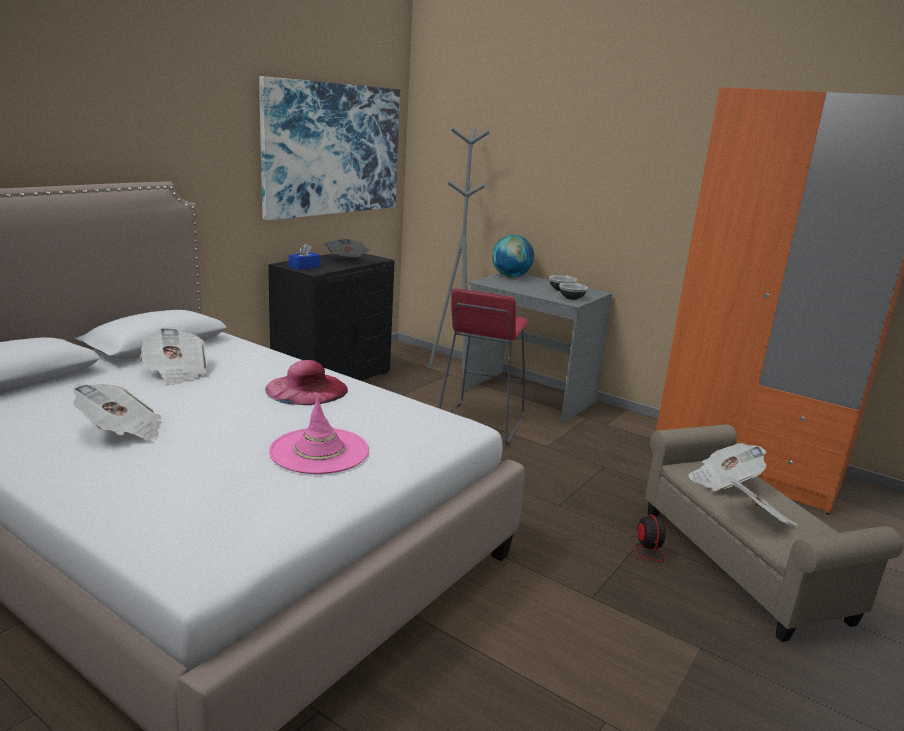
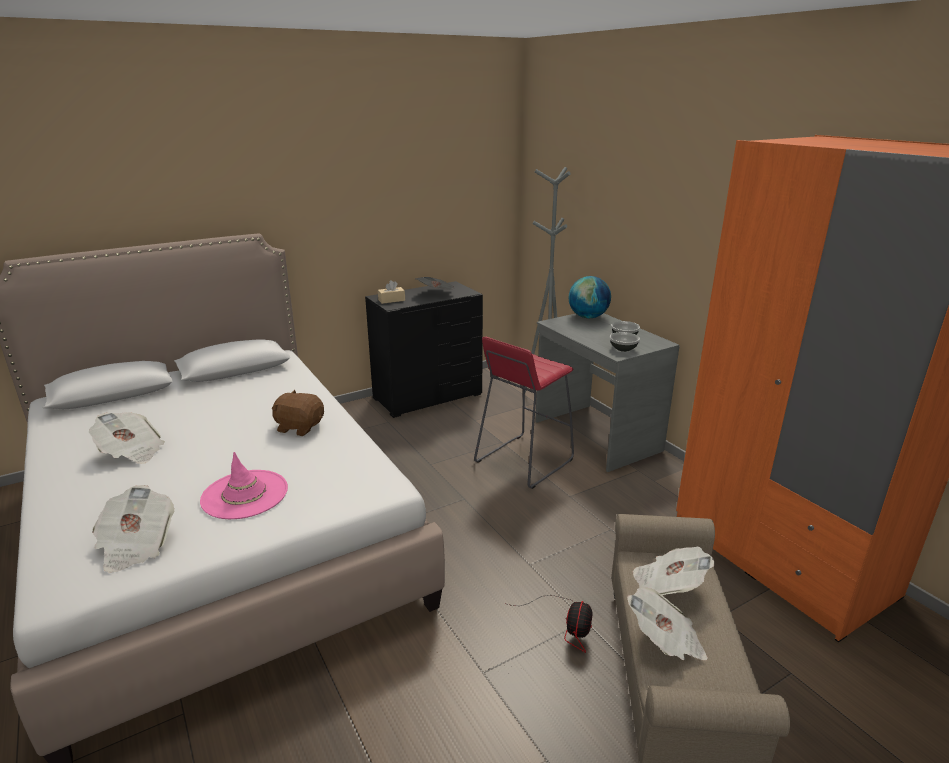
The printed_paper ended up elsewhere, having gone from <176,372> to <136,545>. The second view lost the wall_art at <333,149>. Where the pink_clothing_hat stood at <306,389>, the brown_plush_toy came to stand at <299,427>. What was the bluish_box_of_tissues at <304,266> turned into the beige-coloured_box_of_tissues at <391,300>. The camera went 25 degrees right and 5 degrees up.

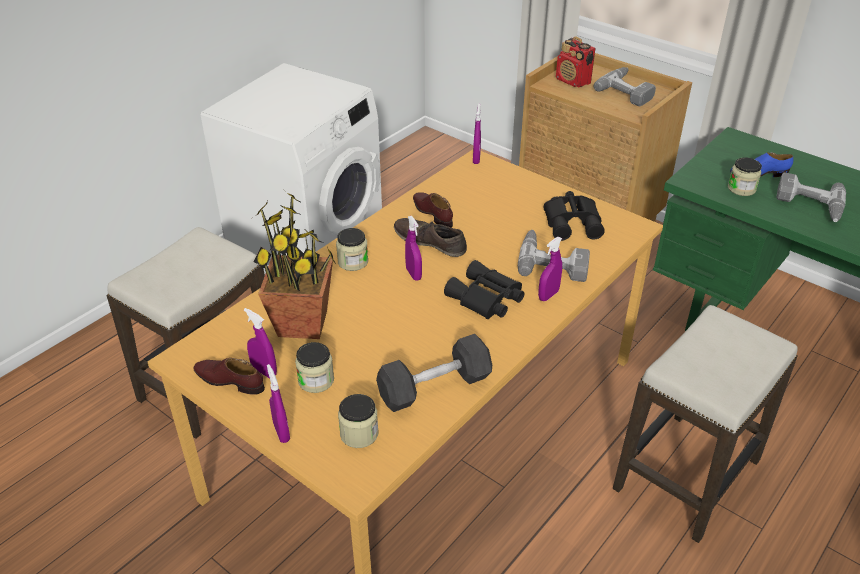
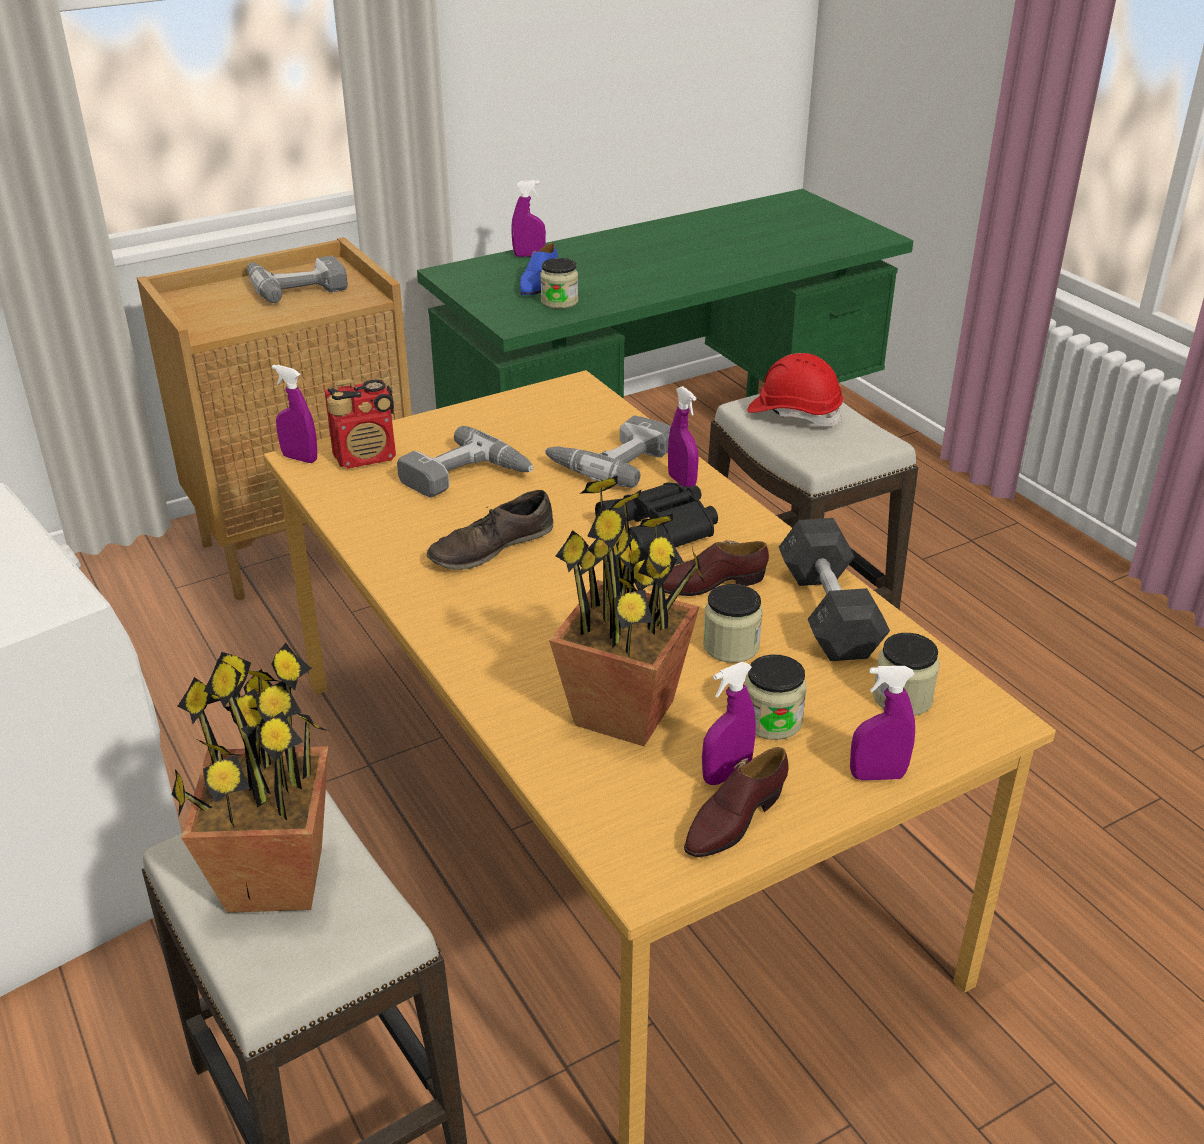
The storage_jar ended up elsewhere, having gone from <353,262> to <731,646>. The purple-coloured_hand_sprayer ended up elsewhere, having gone from <413,274> to <529,255>. The brown_item_of_footwear ended up elsewhere, having gone from <432,213> to <709,583>. The second view lost the black_pair_of_binoculars at <573,222>. The radio_receiver ended up elsewhere, having gone from <573,81> to <366,457>. The drill ended up elsewhere, having gone from <808,205> to <467,478>. The second view gained the plant_in_a_pot at <274,879>. The second view gained the red_safety_helmet at <794,413>. The camera went 70 degrees left and 5 degrees down.

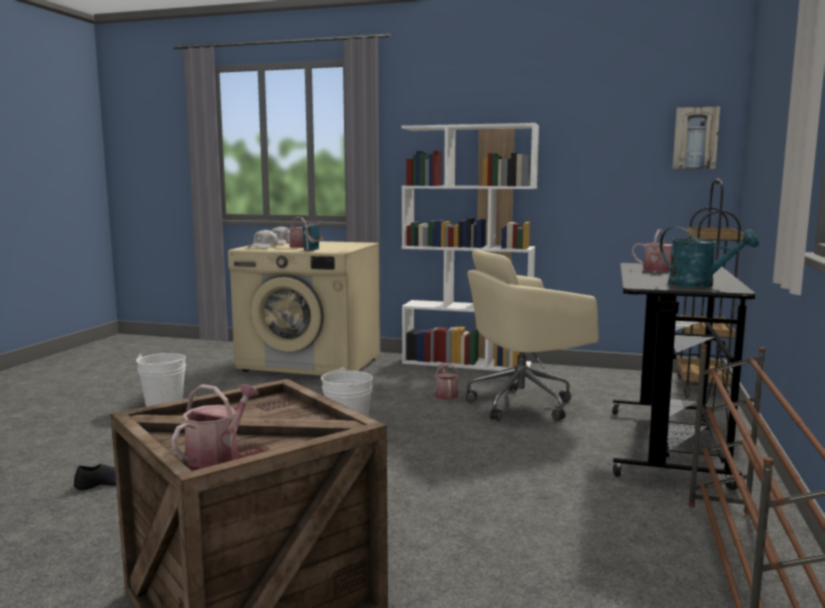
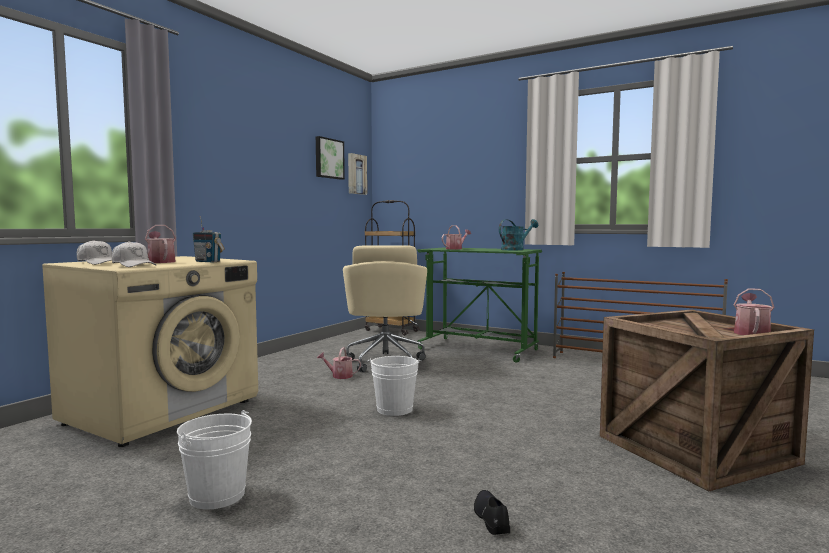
The sprinkling_can at <218,454> ended up facing another way, 75 degrees clockwise from before. The second view lost the whitish_shelving_unit at <467,363>. What was the black_desk_table at <667,446> turned into the green_desk_table at <478,349>. The second view gained the wall_art at <328,158>. The camera went 75 degrees left and 5 degrees down.

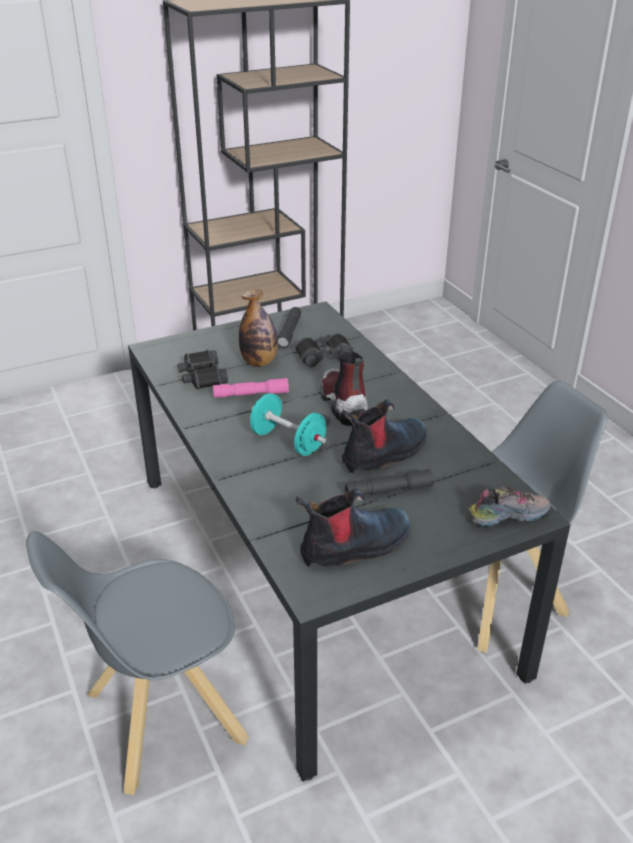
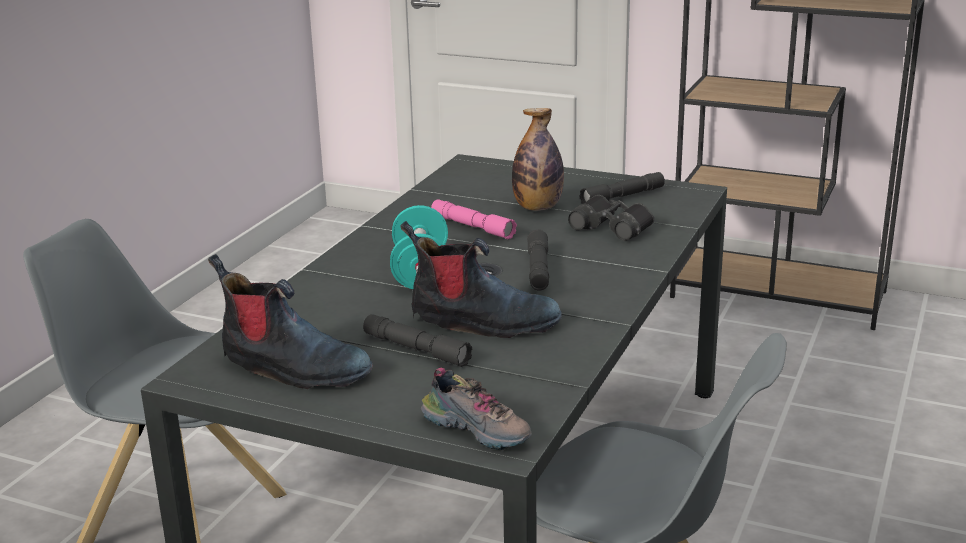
The second view lost the black_pair_of_binoculars at <202,376>. Where the high-top_boot stood at <342,403>, the grey_torch came to stand at <538,269>. The camera went 50 degrees right and 10 degrees down.

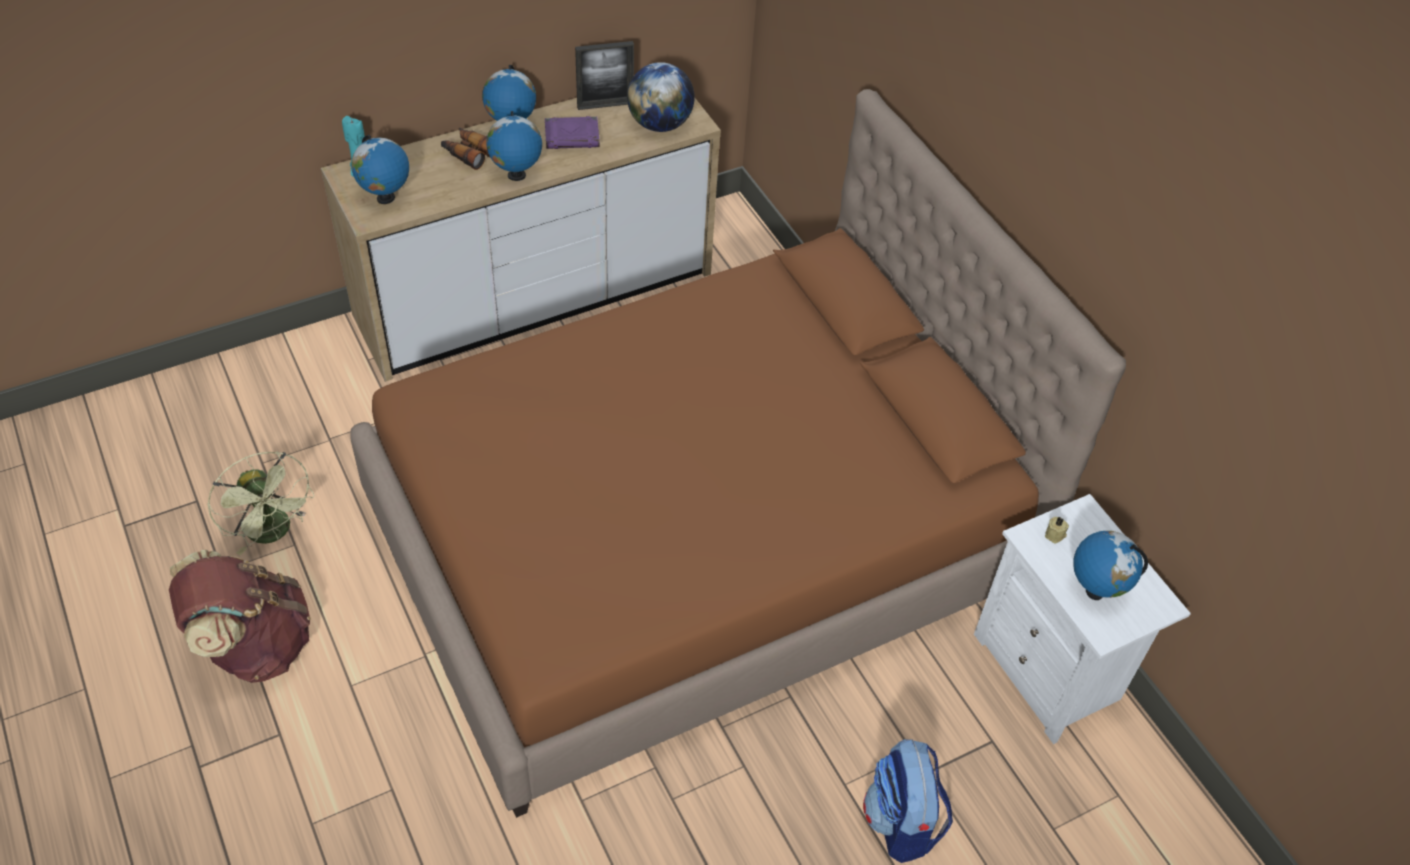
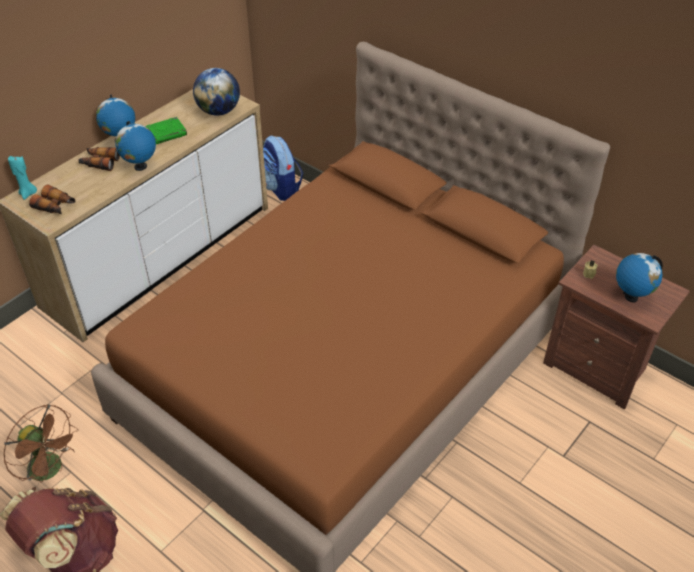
What was the green_cooling_fan at <274,533> turned into the brown_cooling_fan at <51,469>. Where the world_globe stood at <385,198>, the pair_of_binoculars came to stand at <55,206>. What was the purple-coloured_bound_book at <572,137> turned into the green_bound_book at <165,134>. The second view lost the photo_frame at <605,105>. The rucksack ended up elsewhere, having gone from <901,822> to <281,188>. What was the whitish_bedside_table at <1051,671> turned into the brown_bedside_table at <598,367>. The camera went 20 degrees left and 5 degrees down.

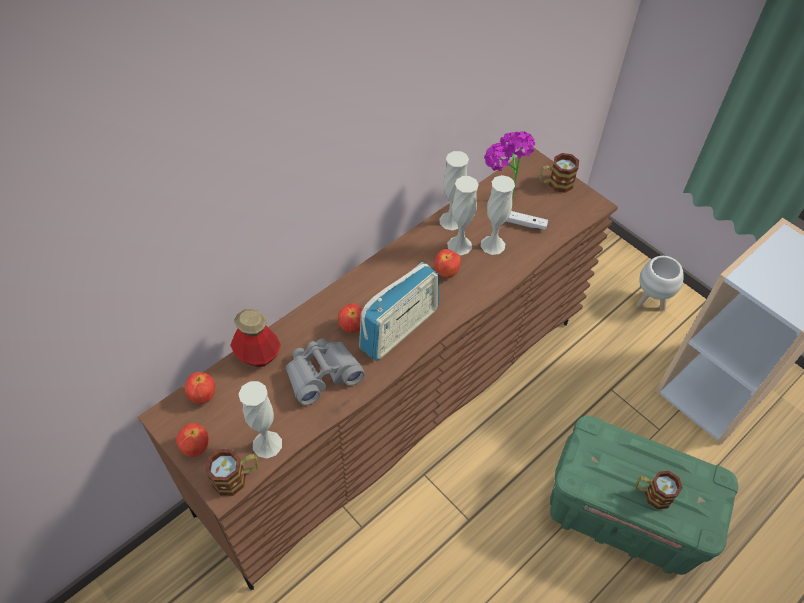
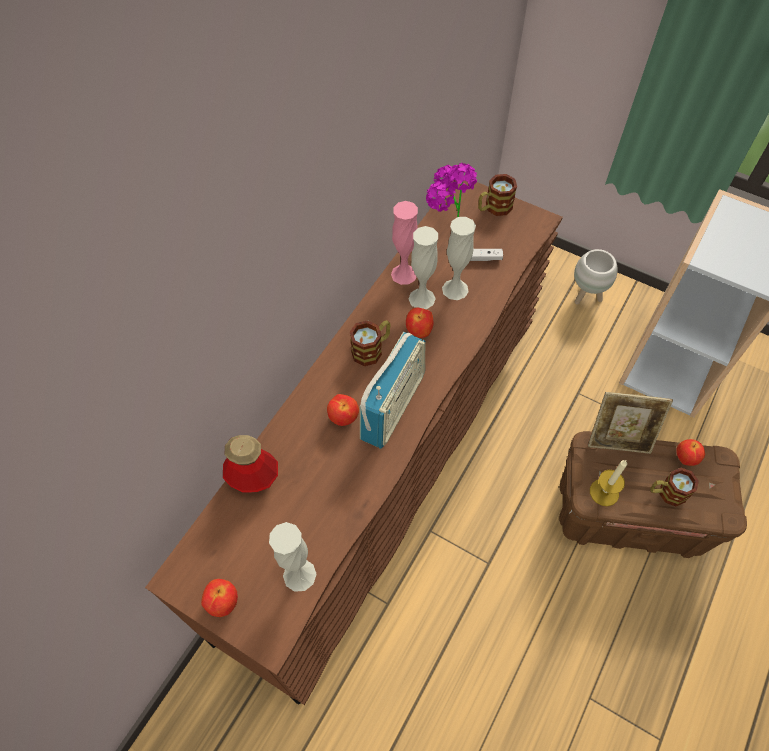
The whole_apple ended up elsewhere, having gone from <203,396> to <684,458>. The coffee_mug ended up elsewhere, having gone from <236,477> to <372,349>. The second view lost the grey_pair_of_binoculars at <322,374>. What was the whitish_vase at <451,221> turned into the pink_vase at <404,274>. What was the green_storage_container at <625,516> turned into the brown_storage_container at <631,514>. The second view gained the photo_frame at <619,439>. The second view gained the wax_light at <604,492>. The camera went 15 degrees left and 5 degrees up.

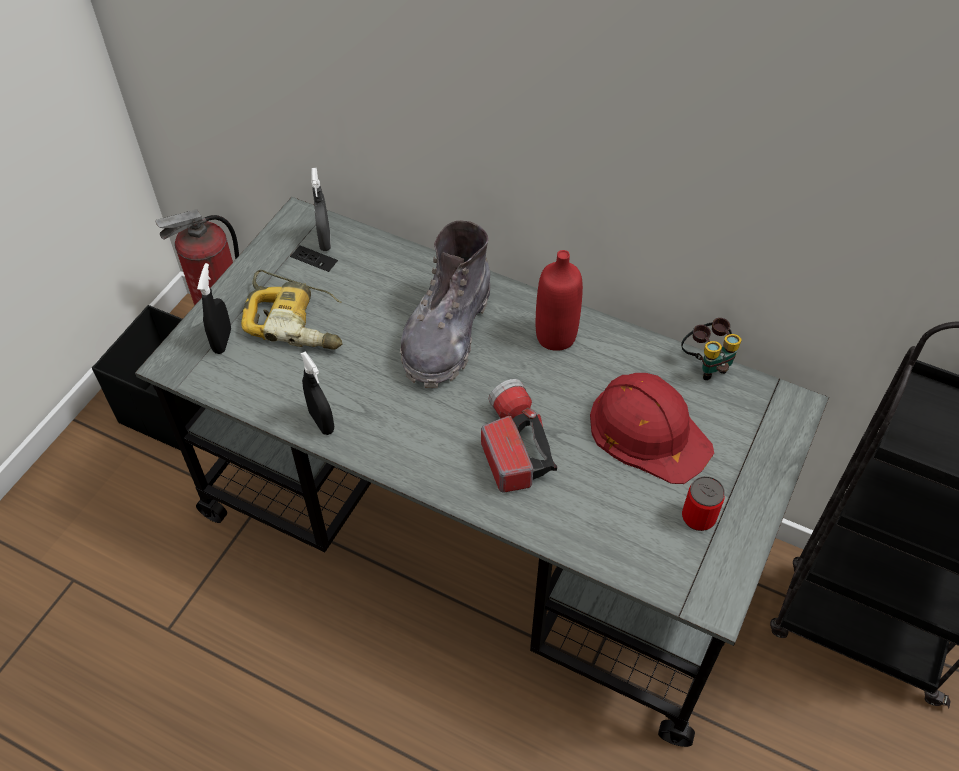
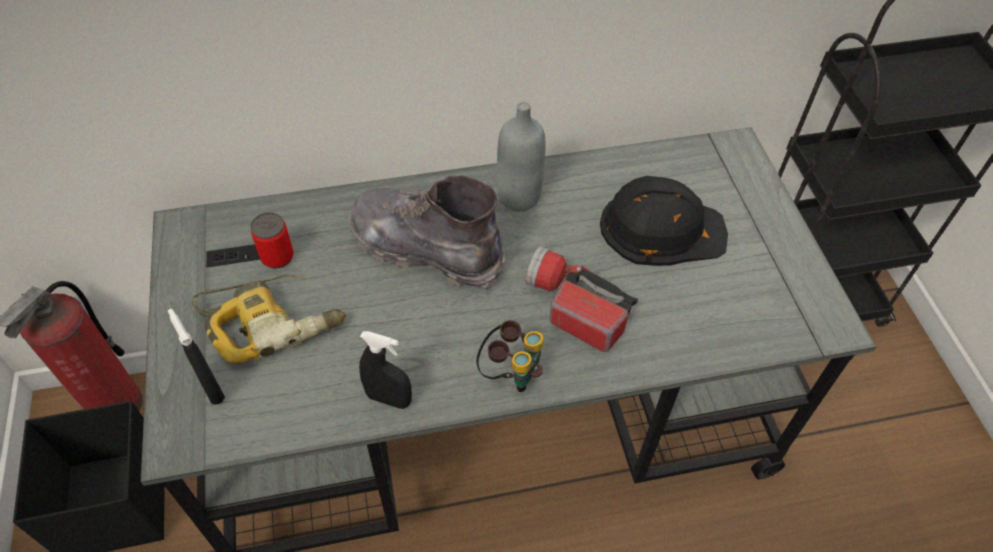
The second view lost the grey_hand_sprayer at <325,240>. The grey_high-top_boot at <447,333> ended up facing another way, 135 degrees clockwise from before. What was the red_bottle at <555,336> turned into the grey_bottle at <518,197>. What was the red_safety_helmet at <648,431> turned into the black_safety_helmet at <661,228>. The pair_of_binoculars ended up elsewhere, having gone from <706,364> to <510,372>. The metal_can ended up elsewhere, having gone from <698,517> to <277,256>. The camera went 40 degrees left and 0 degrees up.

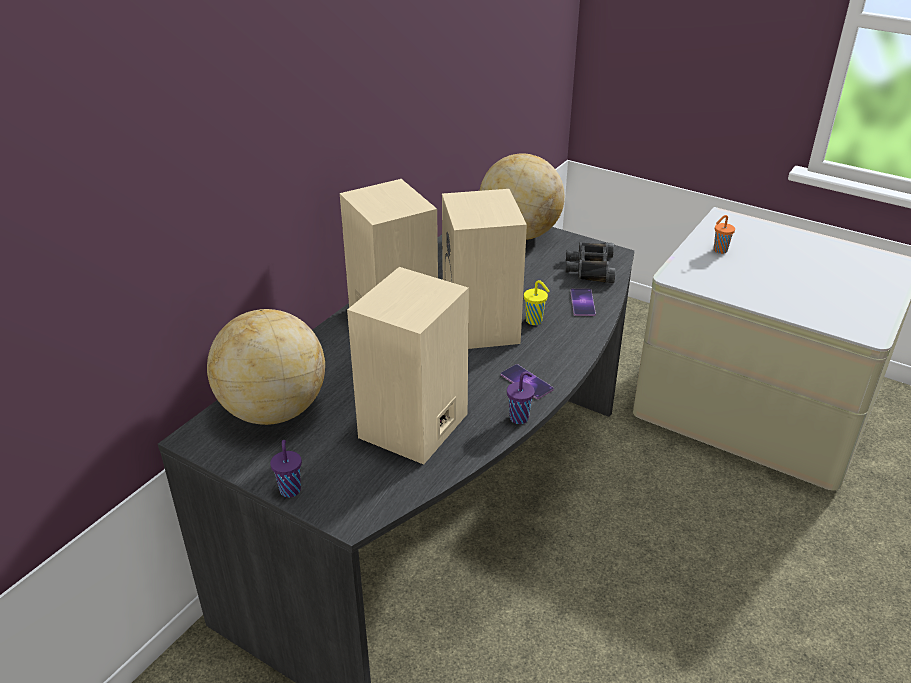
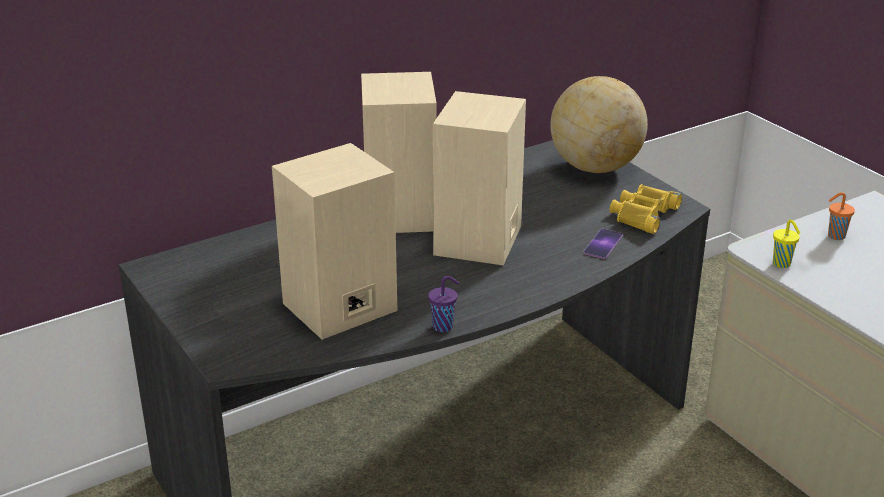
The second view lost the world_globe at <273,410>. The second view lost the purple-coloured_cup at <290,489>. The second view lost the telephone at <526,382>. The yellow-coloured_cup ended up elsewhere, having gone from <535,321> to <782,264>. What was the black_pair_of_binoculars at <590,268> turned into the yellow-coloured_pair_of_binoculars at <642,214>. The camera went 25 degrees right and 5 degrees down.

